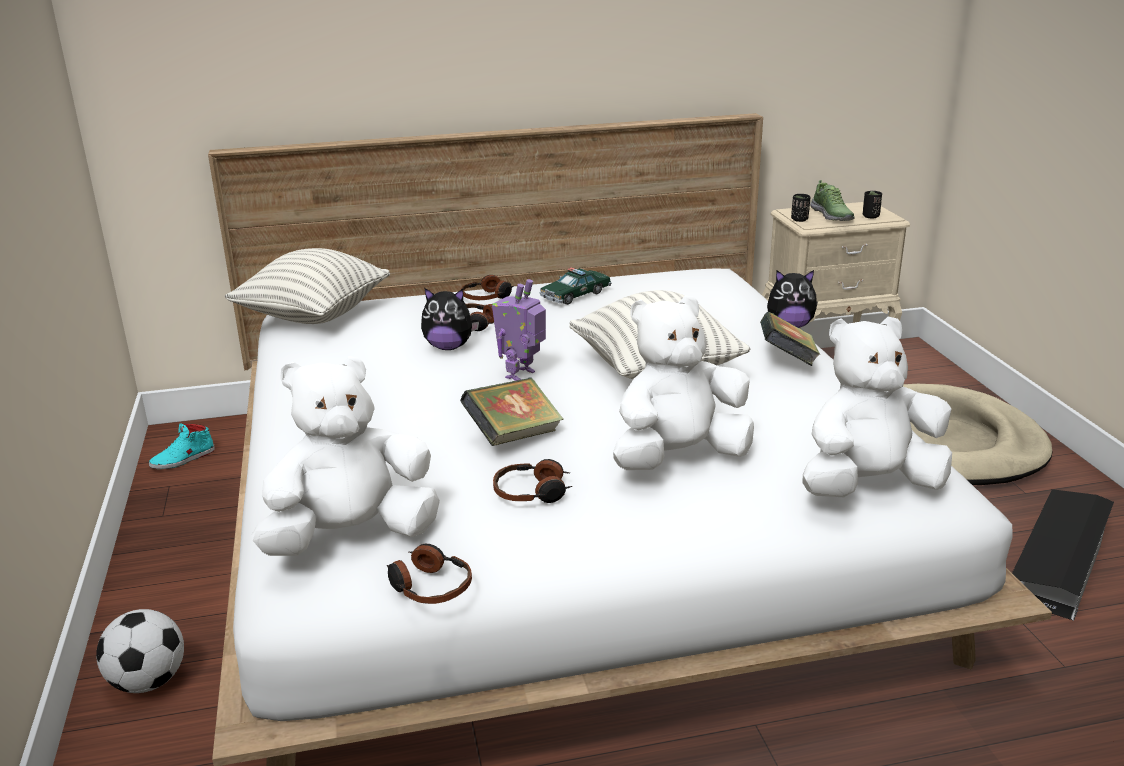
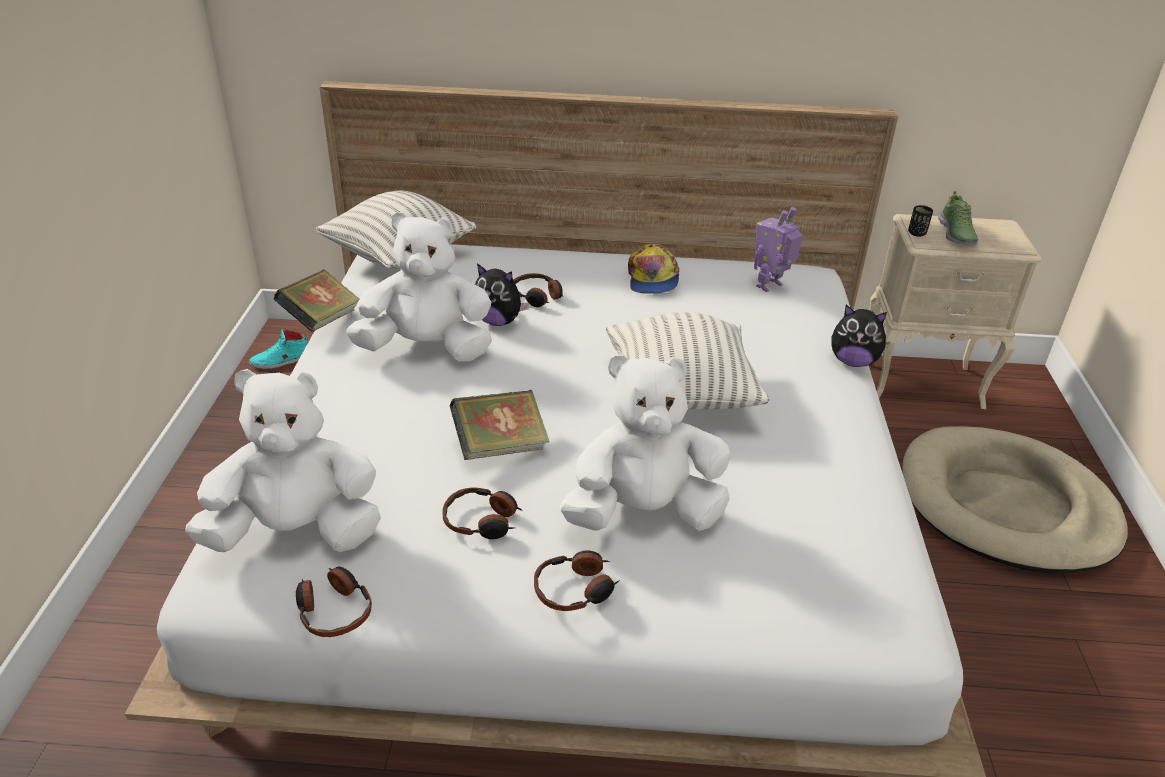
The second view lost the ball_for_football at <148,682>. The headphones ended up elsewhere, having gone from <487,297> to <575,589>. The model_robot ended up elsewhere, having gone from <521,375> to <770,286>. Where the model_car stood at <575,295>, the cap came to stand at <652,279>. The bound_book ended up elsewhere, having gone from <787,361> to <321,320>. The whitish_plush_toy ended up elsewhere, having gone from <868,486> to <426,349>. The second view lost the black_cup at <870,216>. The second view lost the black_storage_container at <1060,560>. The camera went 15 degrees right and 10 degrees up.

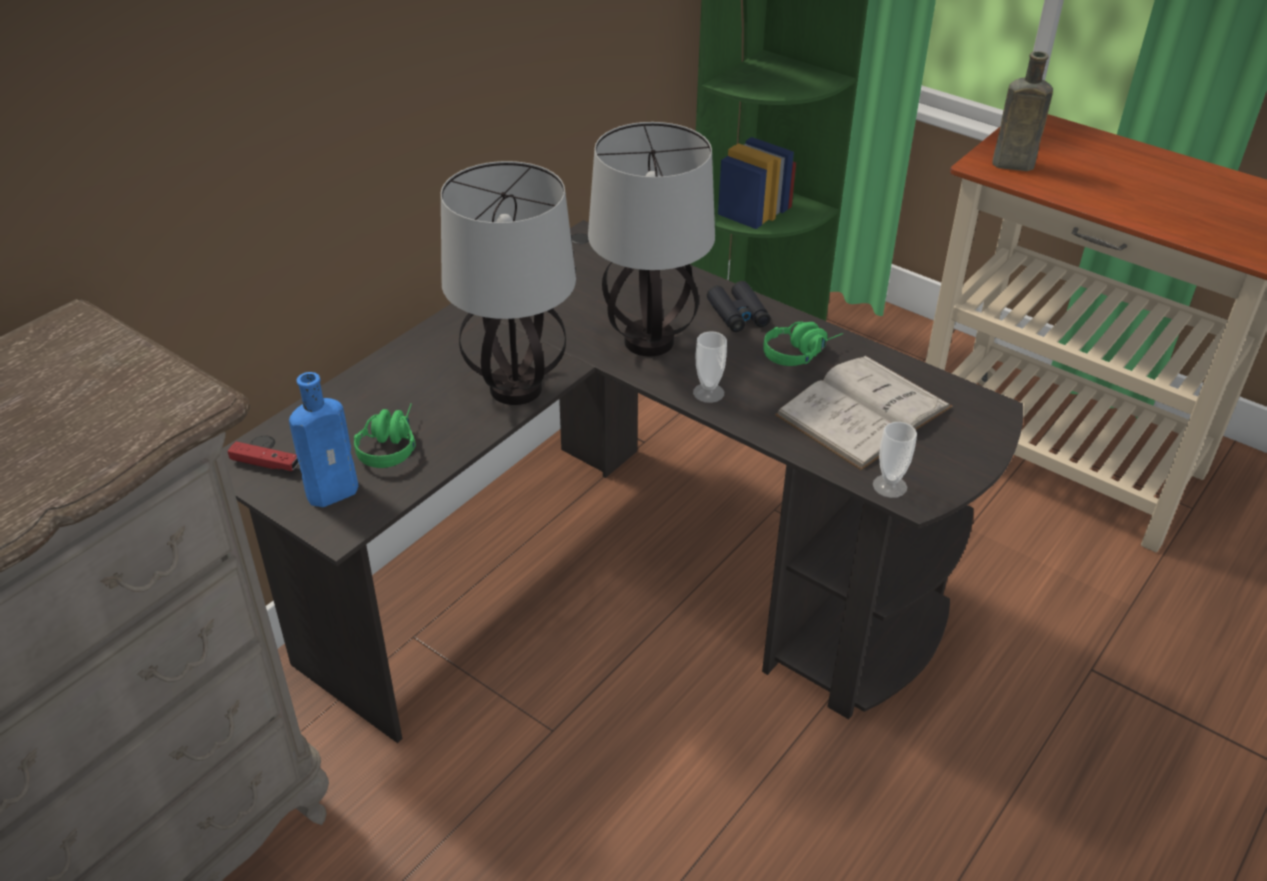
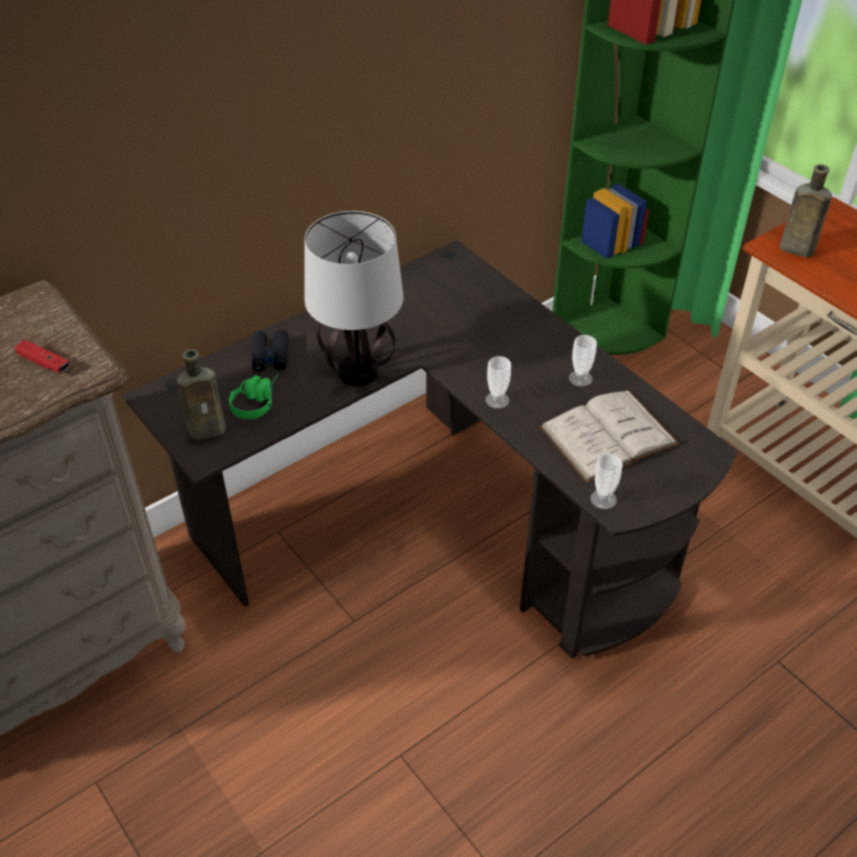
The red_joypad ended up elsewhere, having gone from <265,464> to <44,363>. What was the bluish_bottle at <336,491> turned into the brown_bottle at <210,430>. The second view lost the table_lamp at <650,341>. The black_pair_of_binoculars ended up elsewhere, having gone from <738,314> to <270,356>. Where the green_headphones stood at <801,352>, the cup came to stand at <580,378>. The camera went 15 degrees right and 5 degrees up.

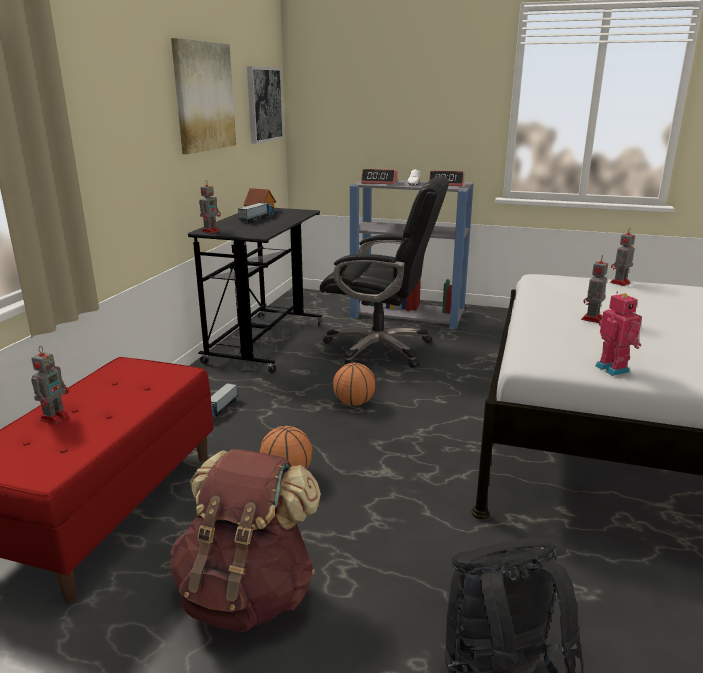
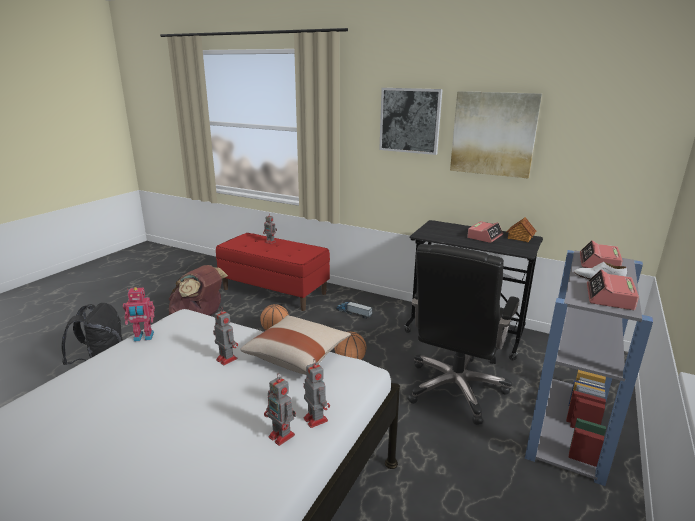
The model_robot ended up elsewhere, having gone from <211,231> to <282,436>. Where the toy_lorry stood at <258,218>, the bedside_clock came to stand at <484,236>. The wall_art ended up elsewhere, having gone from <264,104> to <410,120>. The second view gained the beige-coloured_throw_pillow at <298,356>. The camera went 100 degrees right and 0 degrees up.

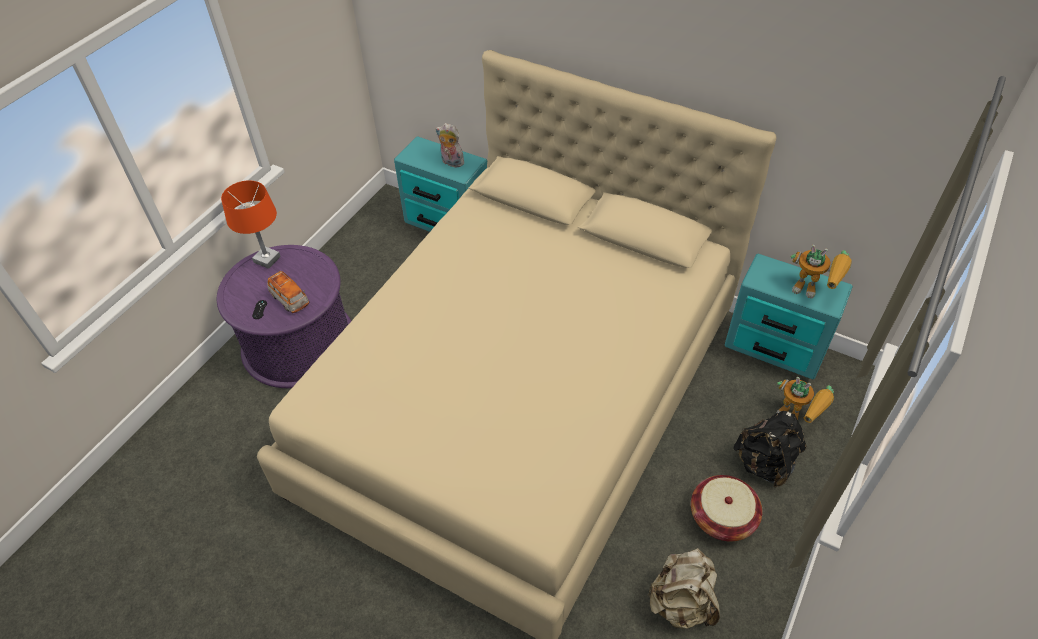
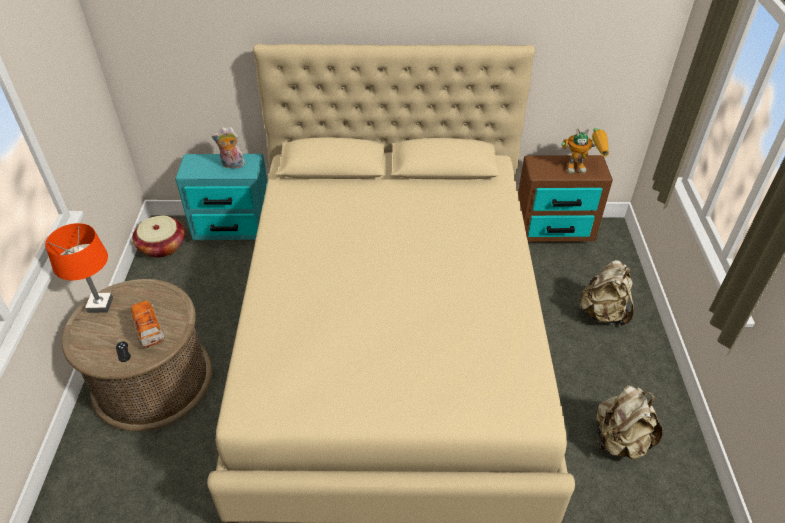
What was the purple-coloured_low_table at <298,343> turned into the brown_low_table at <152,380>. The model_car at <290,300> ended up facing another way, 135 degrees counterclockwise from before. The household_basket ended up elsewhere, having gone from <722,517> to <162,246>. What was the blue-green_bedside_table at <773,352> turned into the brown_bedside_table at <553,234>. What was the black_rucksack at <764,463> turned into the beige-coloured_rucksack at <602,313>. The second view lost the model_robot at <798,417>. The camera went 30 degrees left and 5 degrees down.

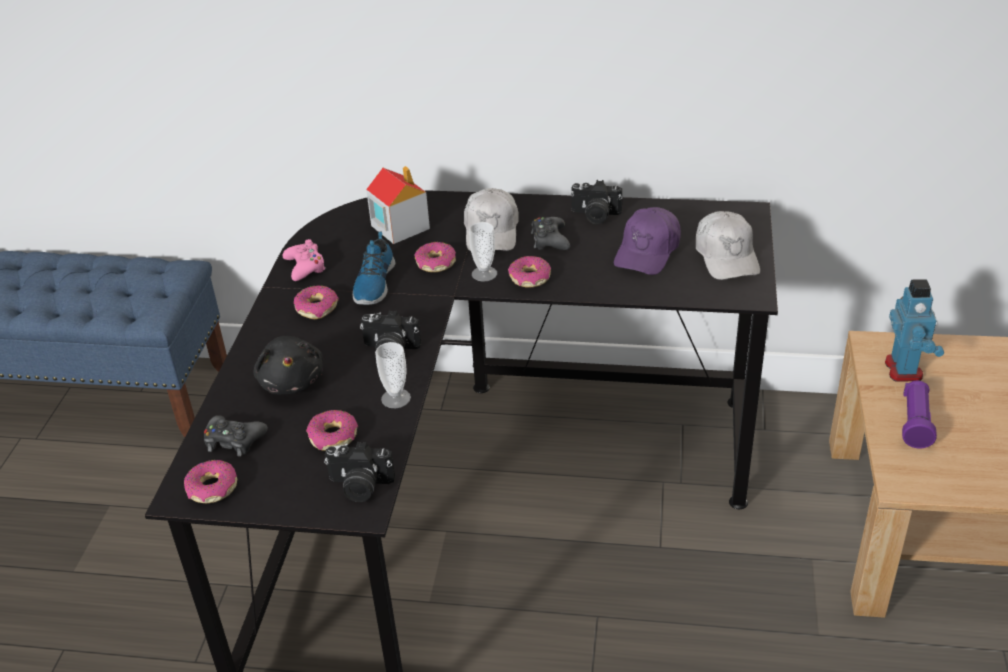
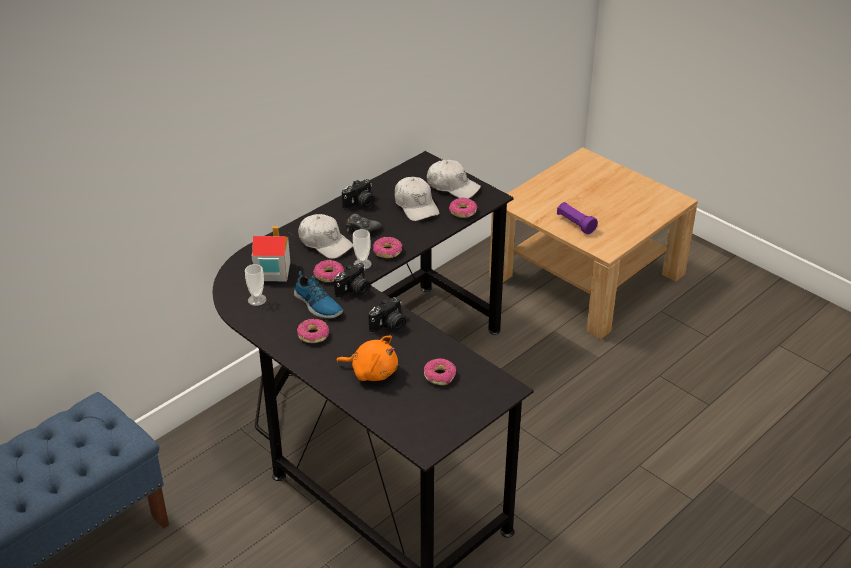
The donut ended up elsewhere, having gone from <212,488> to <463,212>. The second view lost the black_joypad at <234,440>. What was the black_plush_toy at <292,381> turned into the orangey_plush_toy at <372,371>. The second view lost the pink_joypad at <305,267>. The photo_camera ended up elsewhere, having gone from <360,486> to <354,291>. The cup ended up elsewhere, having gone from <396,398> to <257,300>. What was the purple-coloured_cap at <648,251> turned into the whitish_cap at <416,205>. The second view lost the model_robot at <904,369>. The camera went 55 degrees left and 0 degrees up.

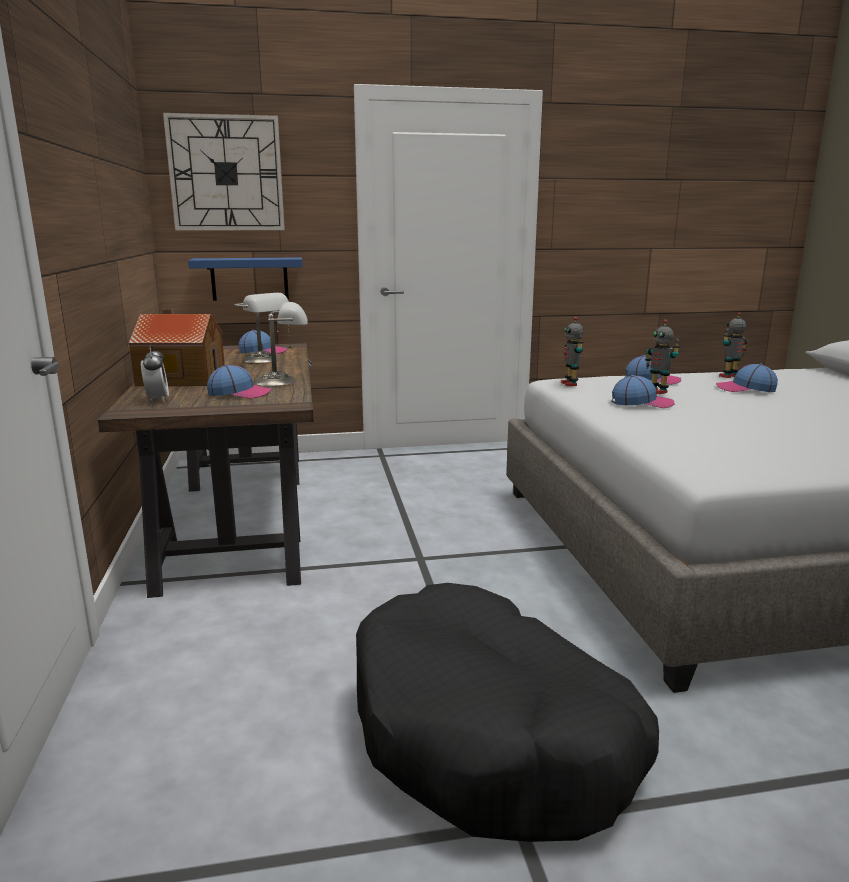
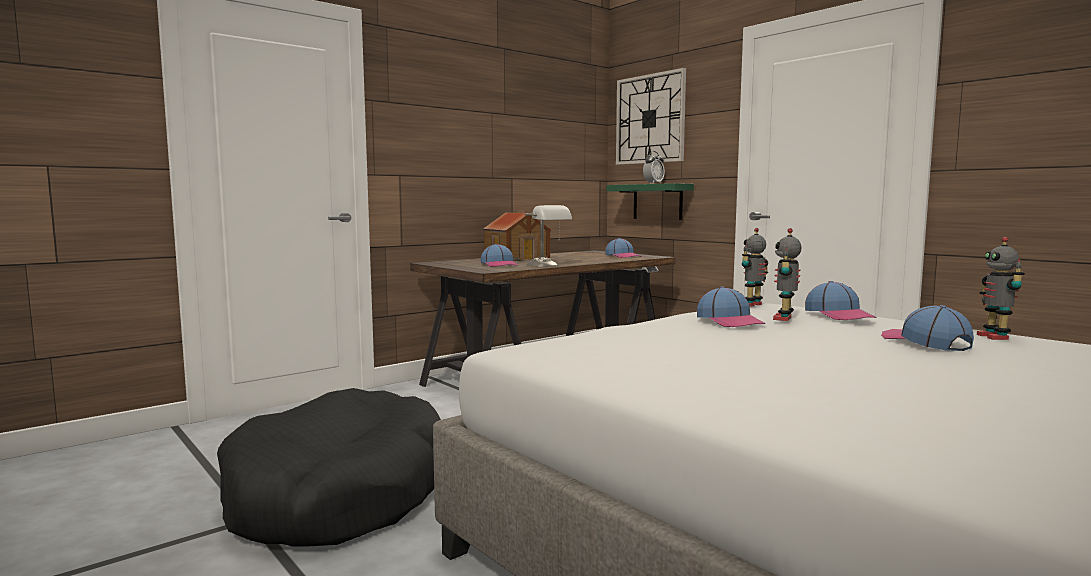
The bedside_clock ended up elsewhere, having gone from <157,400> to <653,184>. What was the bluish_bracket_shelf at <249,279> turned into the green_bracket_shelf at <657,202>. The second view lost the whitish_table_lamp at <265,360>. The model_robot at <729,376> ended up facing another way, 120 degrees counterclockwise from before. The camera went 60 degrees right and 10 degrees down.

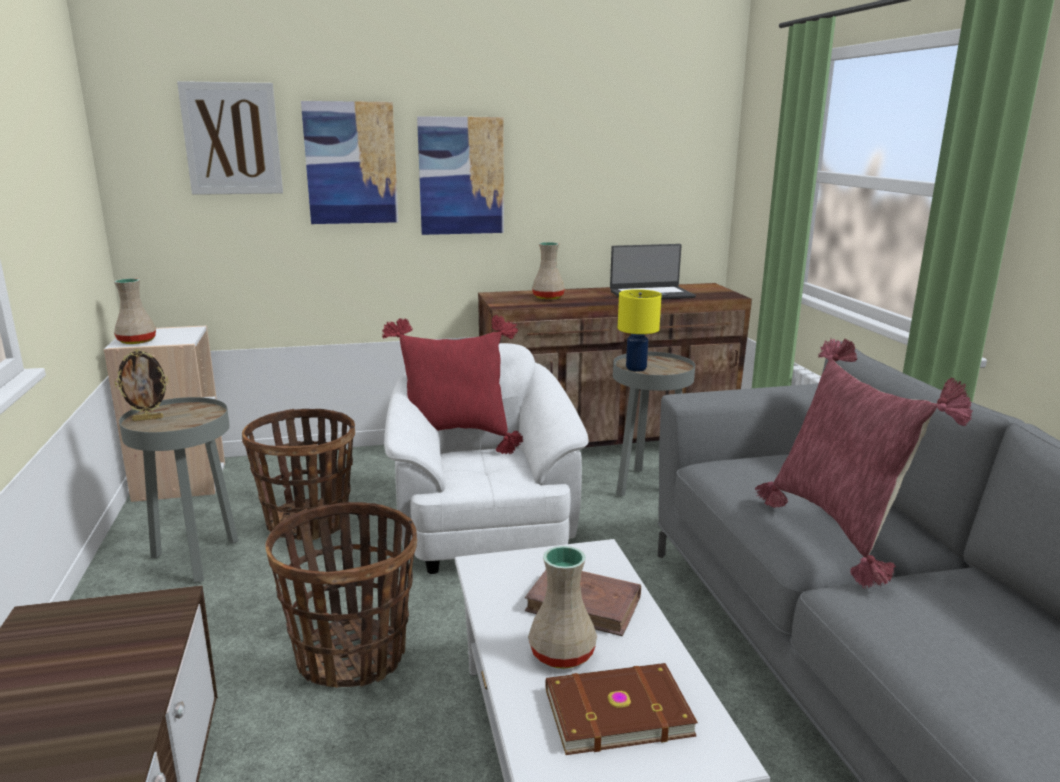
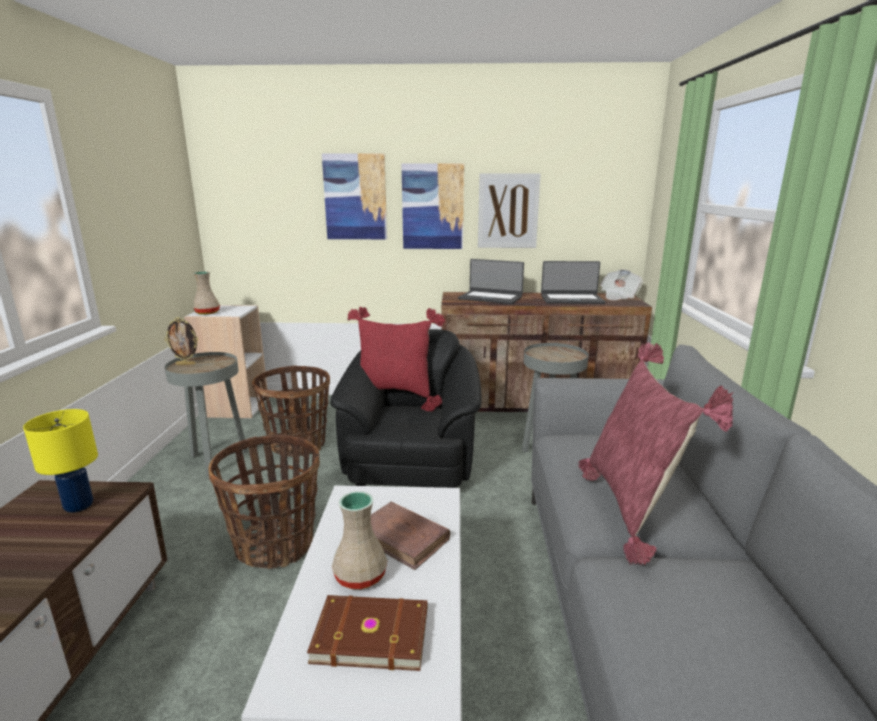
The wall_art ended up elsewhere, having gone from <232,139> to <508,211>. What was the whitish_lounge_chair at <484,530> turned into the black_lounge_chair at <411,465>. Where the beige-coloured_vase stood at <548,297>, the portable_computer came to stand at <490,298>. The yellow-coloured_table_lamp ended up elsewhere, having gone from <636,368> to <80,505>. The second view gained the printed_paper at <619,296>. The camera went 15 degrees right and 0 degrees up.

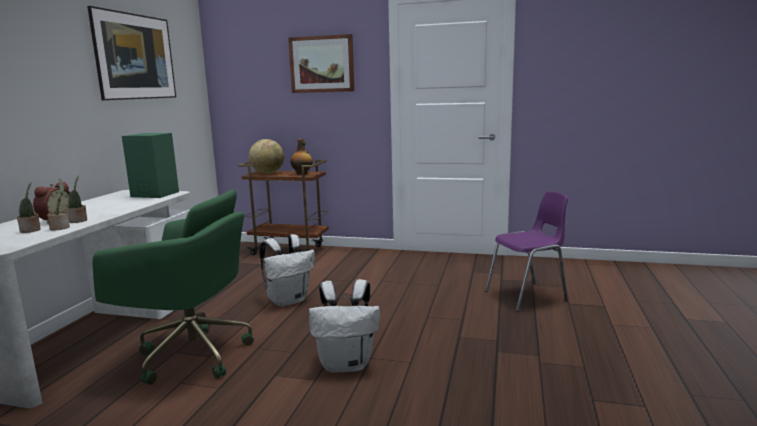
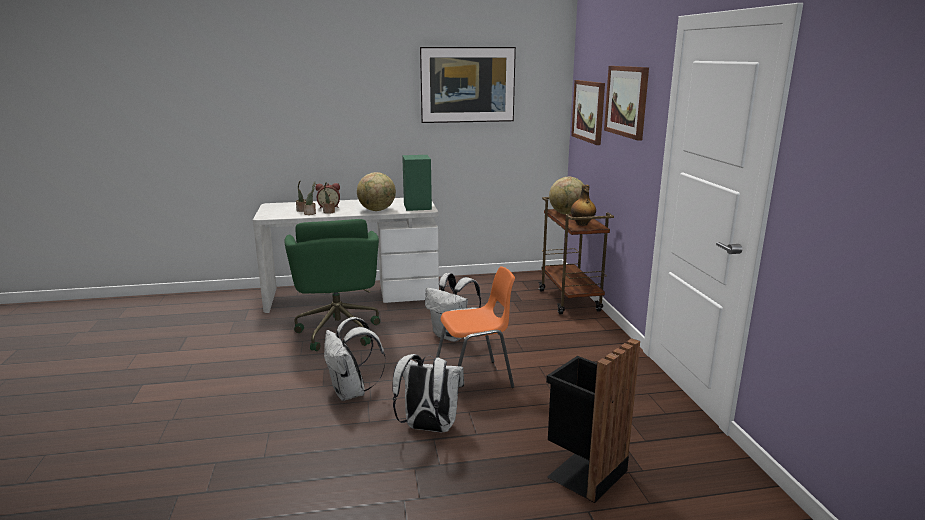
Where the purple-coloured_plain_chair stood at <527,296>, the black_rubbish_bin came to stand at <583,472>. The second view gained the world_globe at <377,210>. The second view gained the whitish_rucksack at <428,428>. The second view gained the orangey_plain_chair at <475,379>. The second view gained the wall_art at <589,111>. The camera went 65 degrees right and 5 degrees up.

